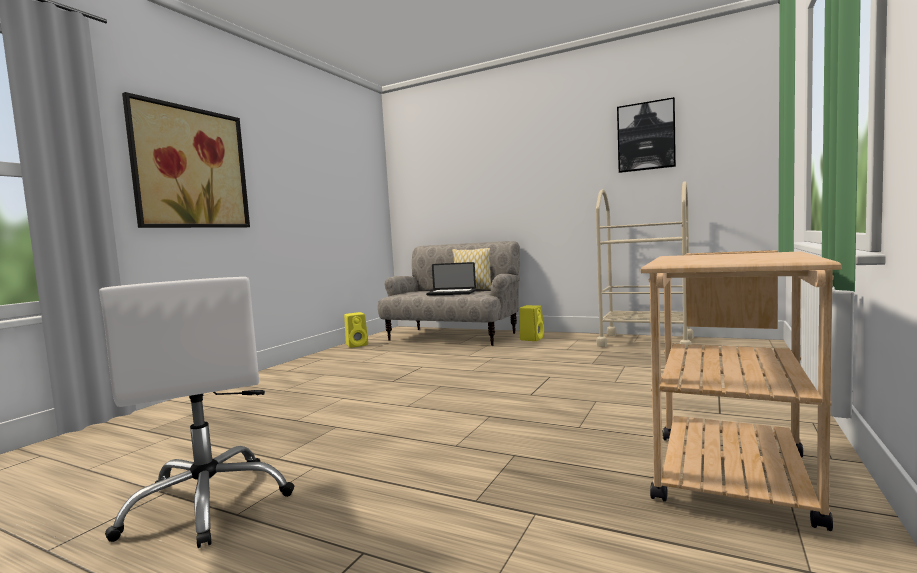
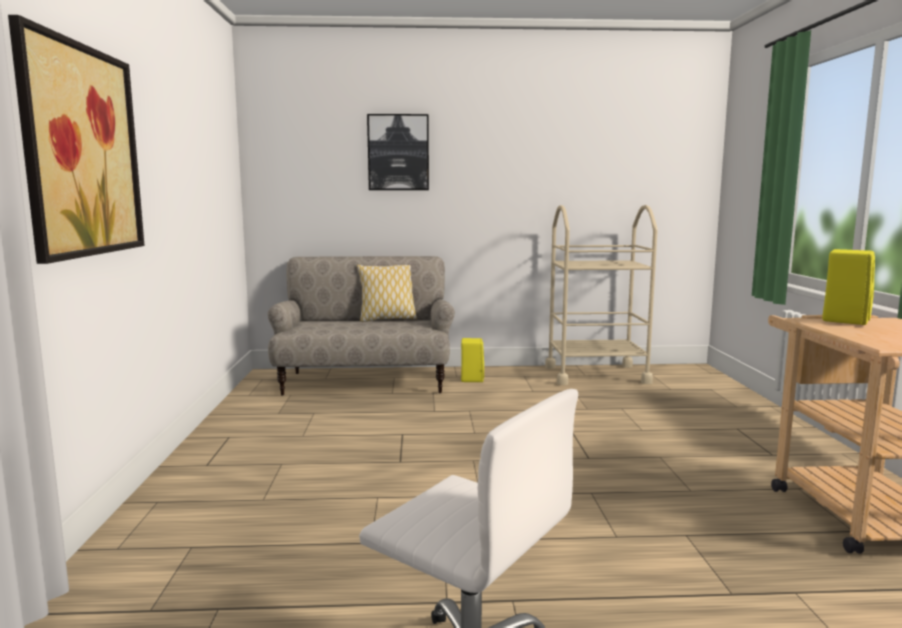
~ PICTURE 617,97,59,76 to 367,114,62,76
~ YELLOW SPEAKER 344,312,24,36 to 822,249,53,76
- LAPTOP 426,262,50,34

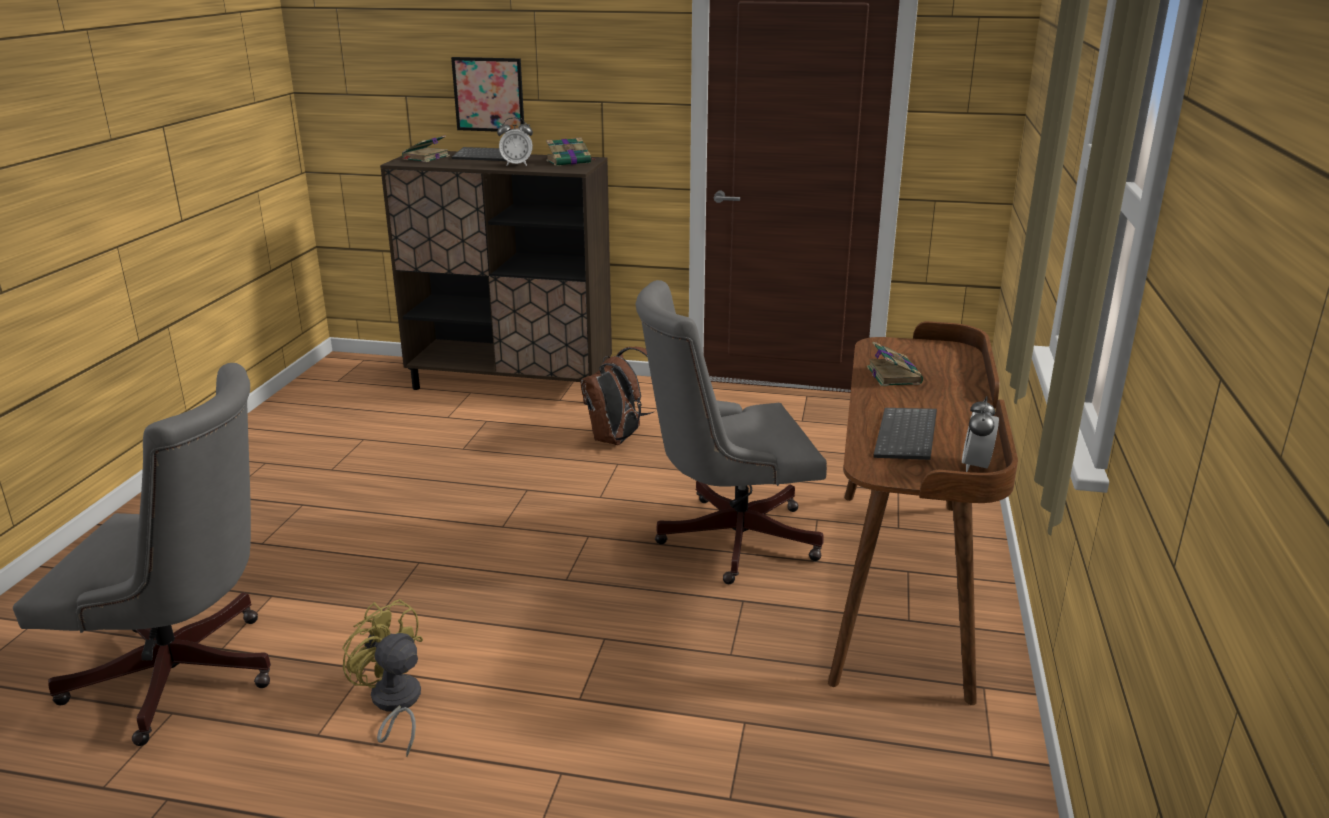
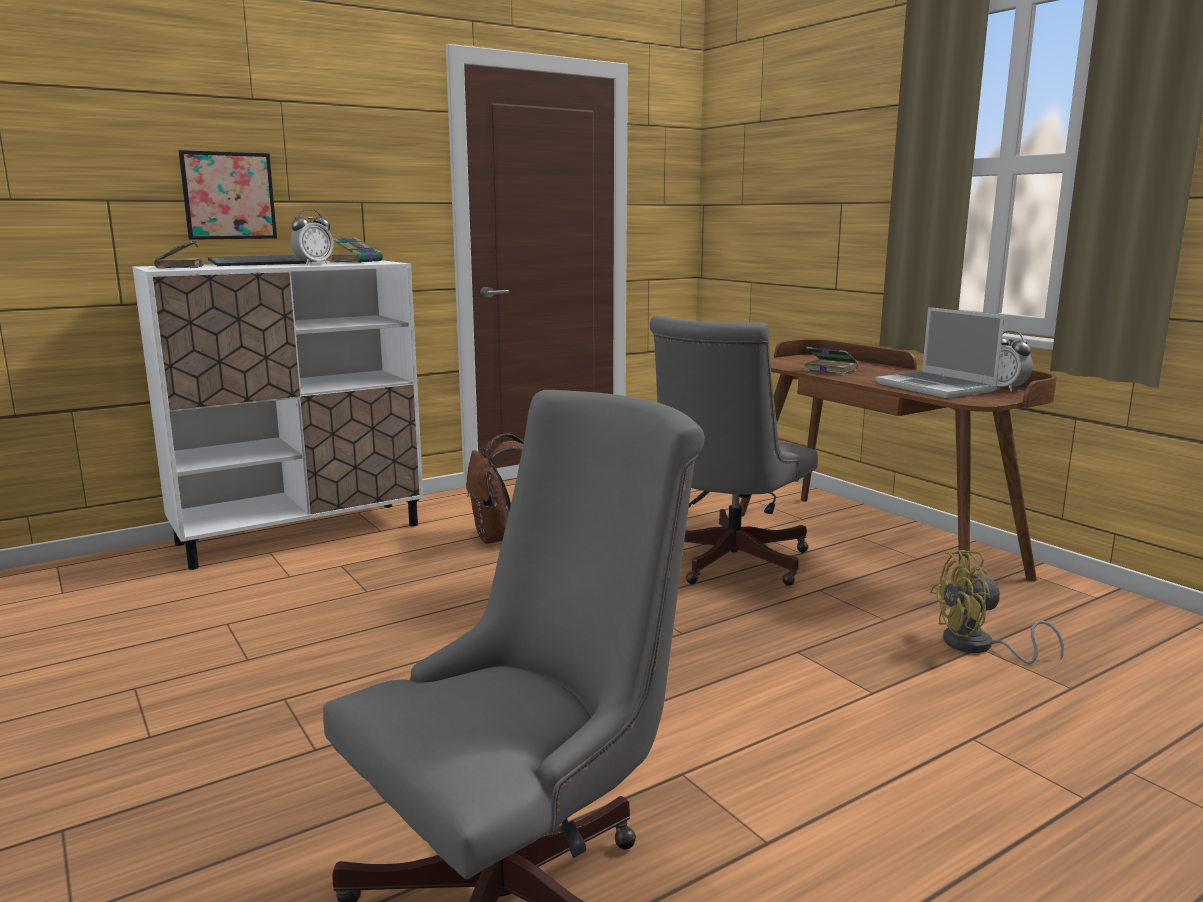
~ BROWN CABINET 380,151,232,254 to WHITE CABINET 132,260,291,310
~ KEYBOARD 874,408,63,52 to LAPTOP 876,307,129,91
~ YELLOW FAN 342,599,81,158 to 930,550,134,114

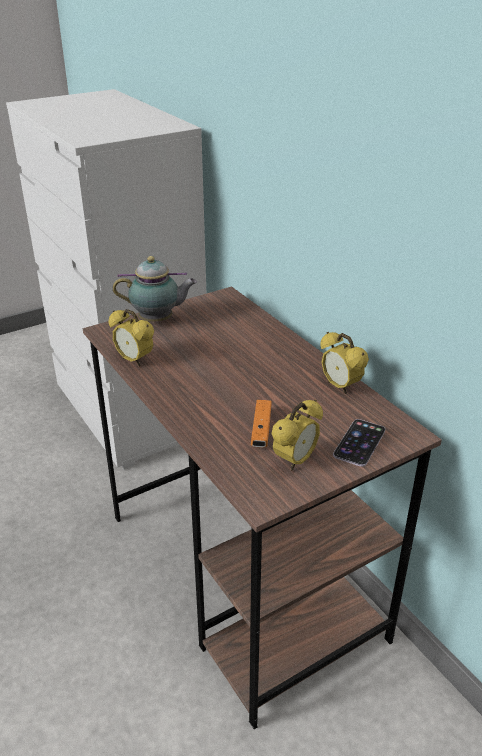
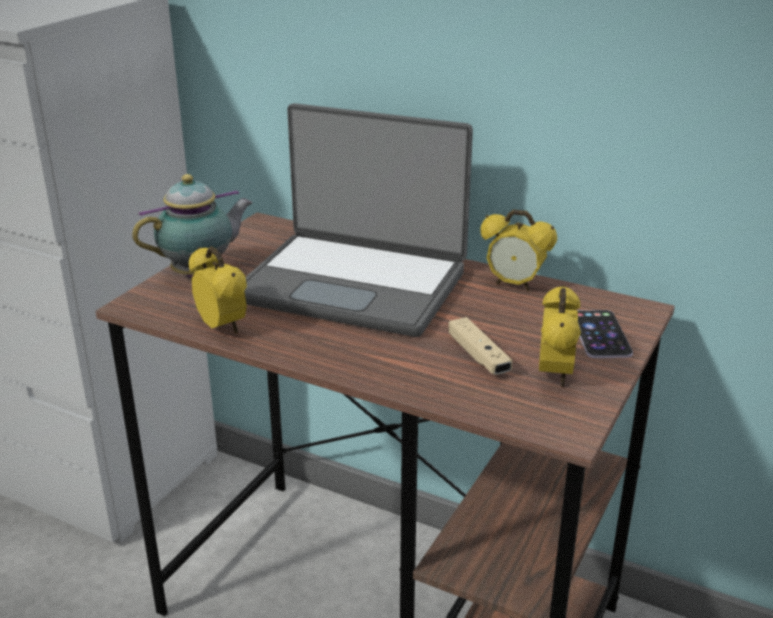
~ ALARM CLOCK 109,309,45,57 = 189,246,58,88 135 degrees counterclockwise
+ LAPTOP 244,103,229,234
~ ORANGE GAME CONTROLLER 251,400,21,47 to BEIGE GAME CONTROLLER 448,317,64,58

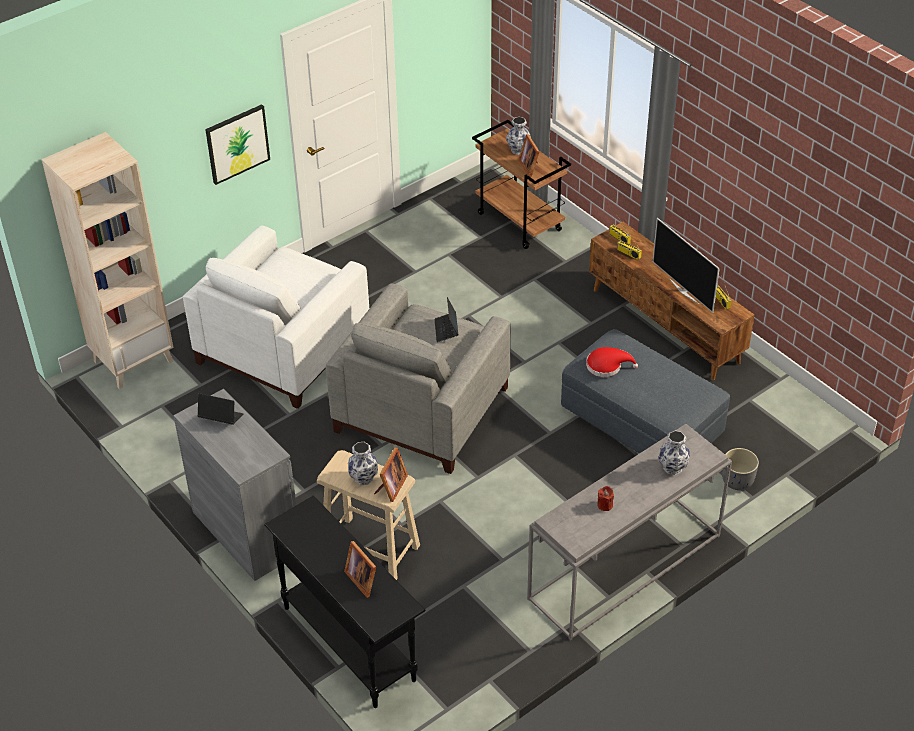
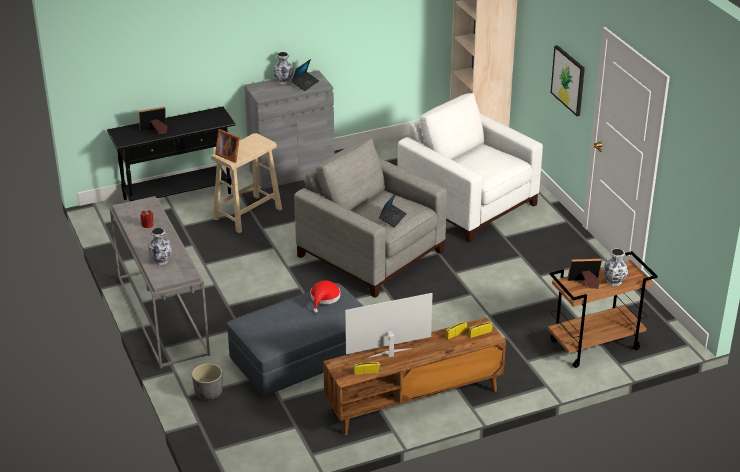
~ VASE 348,442,30,43 to 273,52,21,32
~ LAPTOP 434,297,24,45 = 379,192,28,36 105 degrees clockwise

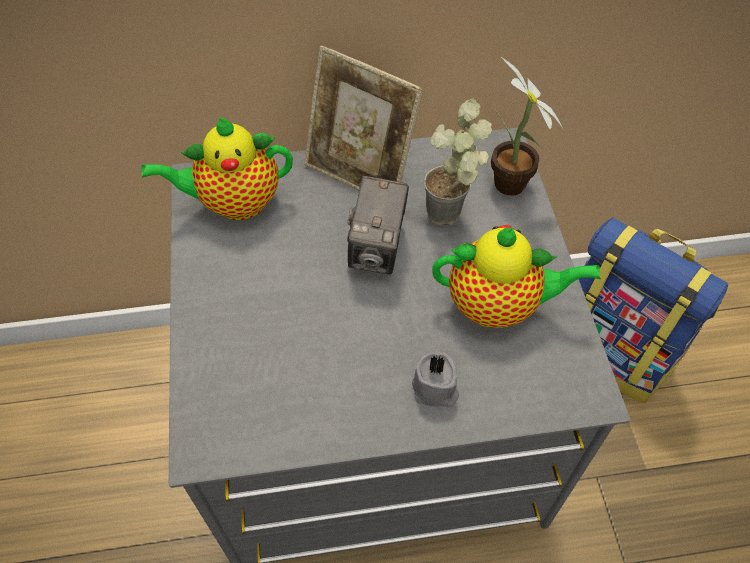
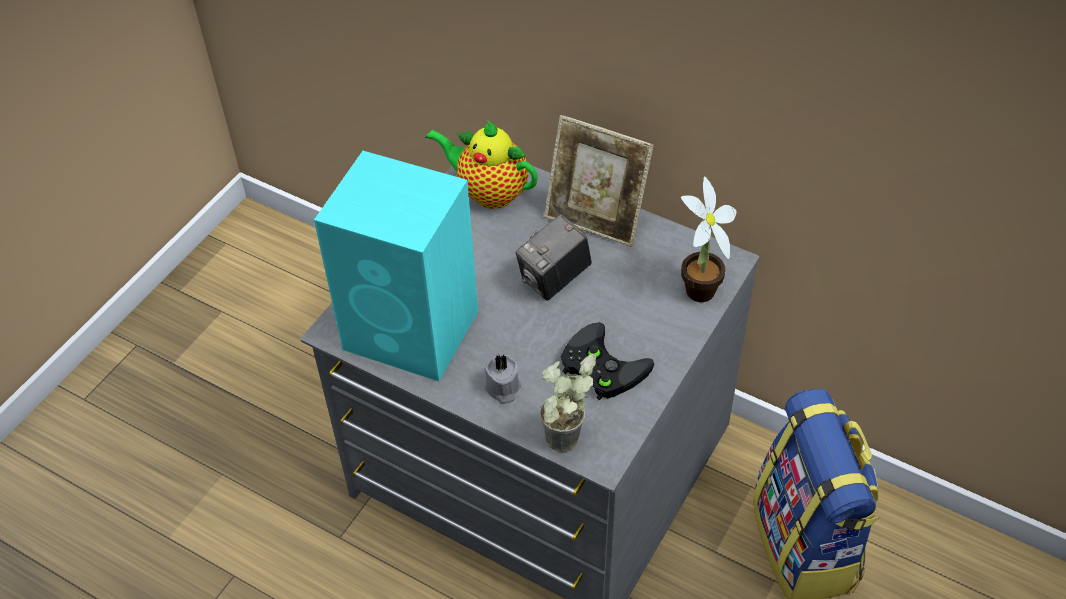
+ TURQUOISE SPEAKER 314,151,164,230
~ POTTED PLANT 424,99,68,127 to 540,354,56,98
~ PICTURE FRAME 304,45,119,145 = 544,115,110,132 45 degrees counterclockwise
~ TEAPOT 432,225,169,103 to BLACK GAME CONTROLLER 561,322,93,78

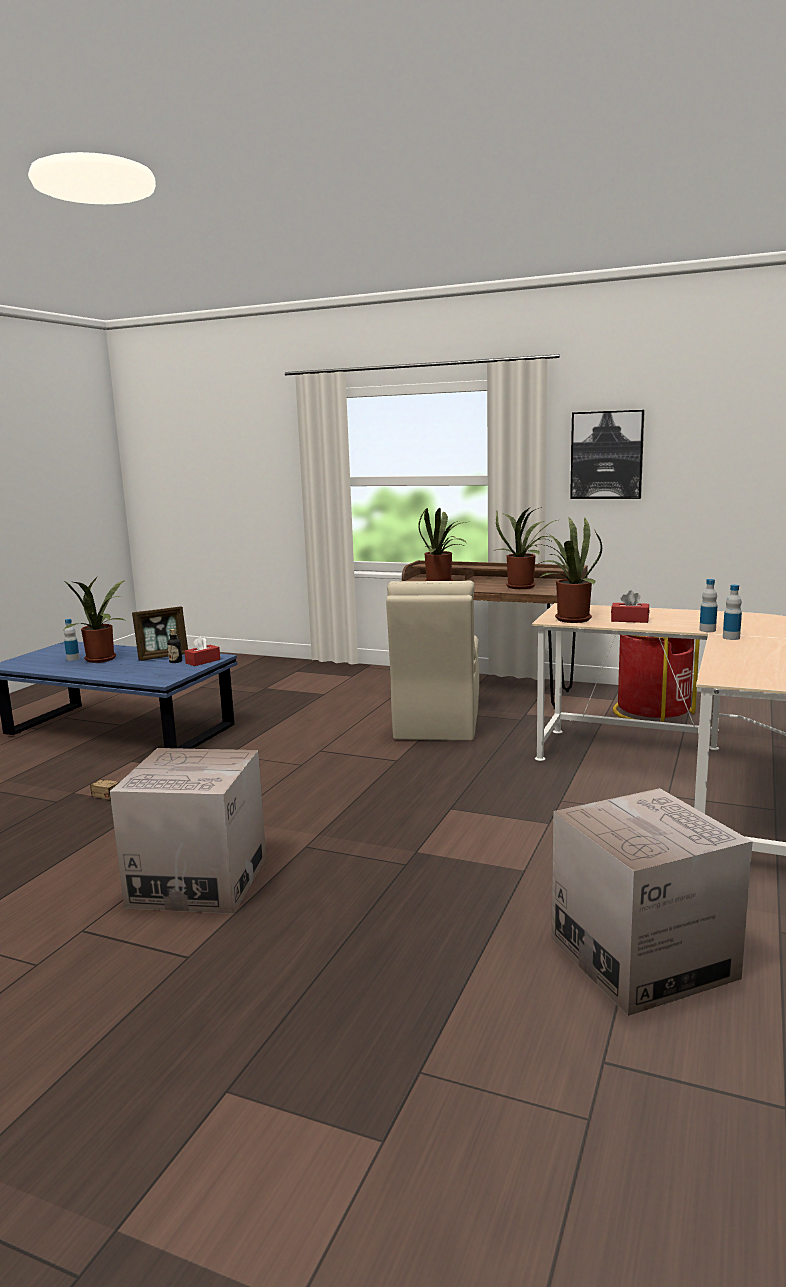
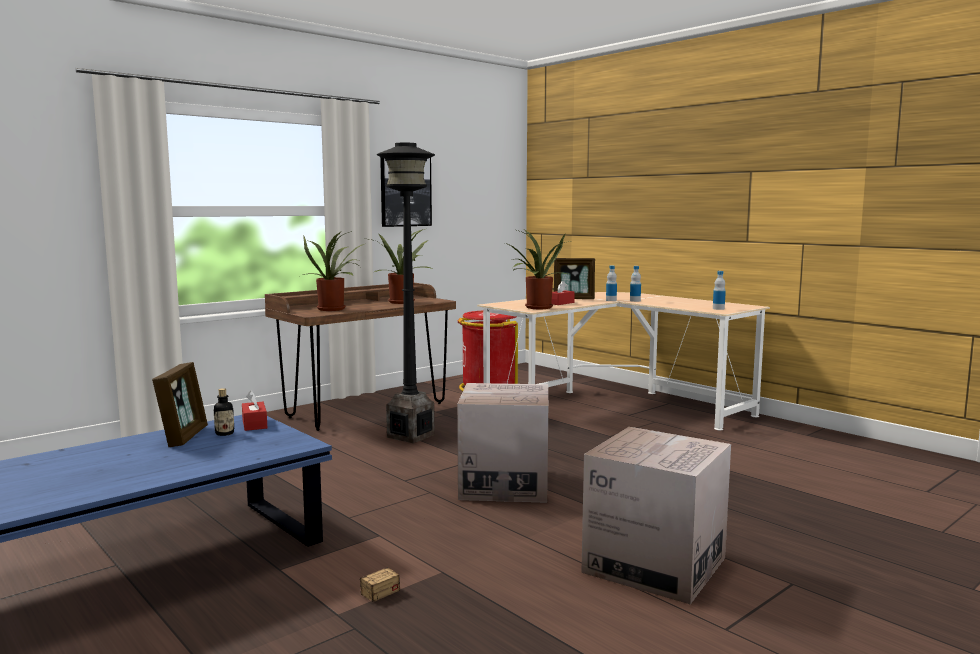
~ BEIGE CHAIR 386,580,93,161 to BLACK FLOOR LAMP 377,143,58,300
~ CARDBOARD BOX 551,788,202,228 to 457,383,91,120
+ PICTURE FRAME 554,258,41,41
~ BOTTLE 64,619,16,42 to 713,271,13,39
- POTTED PLANT 64,577,63,86

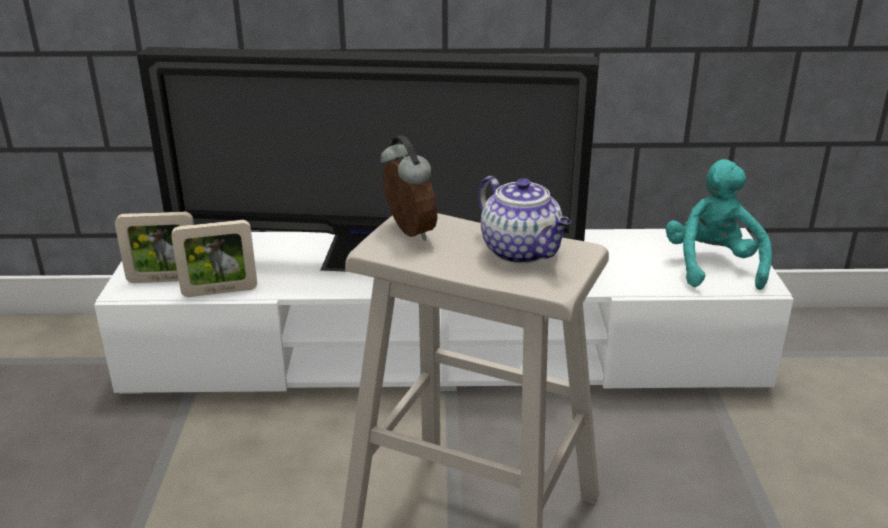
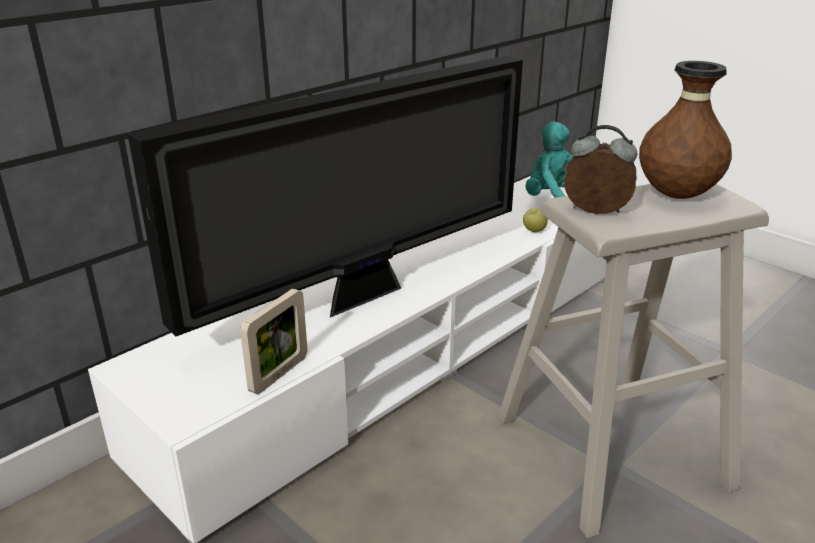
+ APPLE 523,208,25,24
~ TEAPOT 478,176,93,88 to BROWN VASE 639,61,93,138
- PICTURE FRAME 115,212,79,71

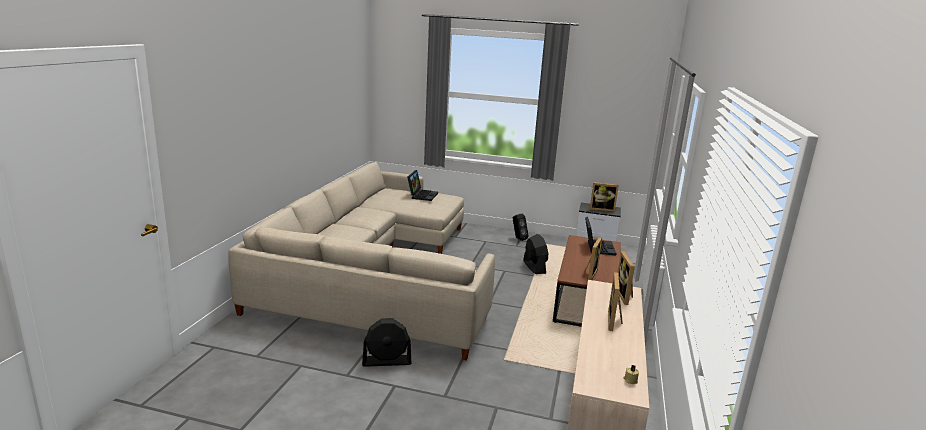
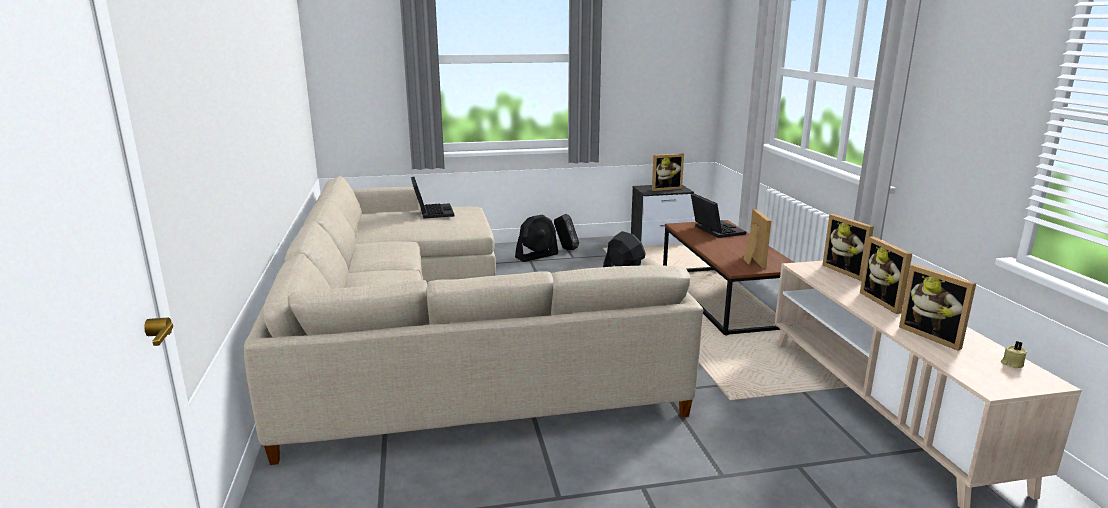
~ BLACK FAN 362,318,50,49 to 515,214,43,48
+ PICTURE FRAME 899,264,77,87

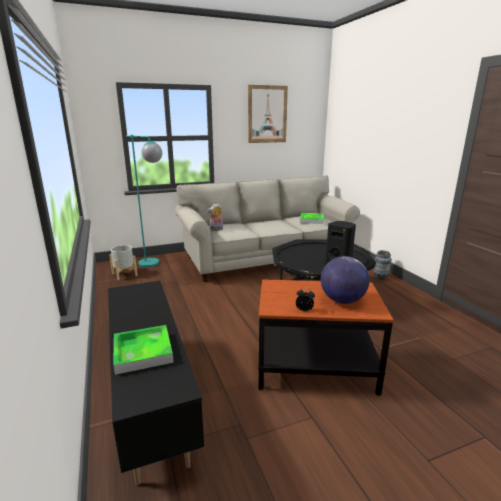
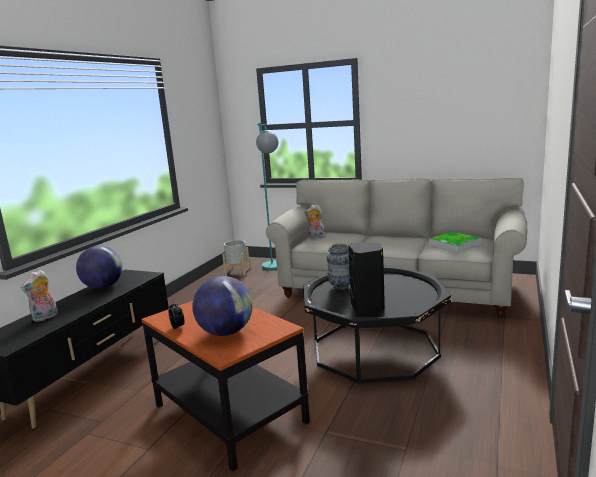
~ TRAY 113,325,61,50 to PLUSH TOY 21,270,37,52
+ GLOBE 76,246,47,43
~ VASE 374,250,18,29 to 327,244,23,46
- PICTURE 248,85,40,58

